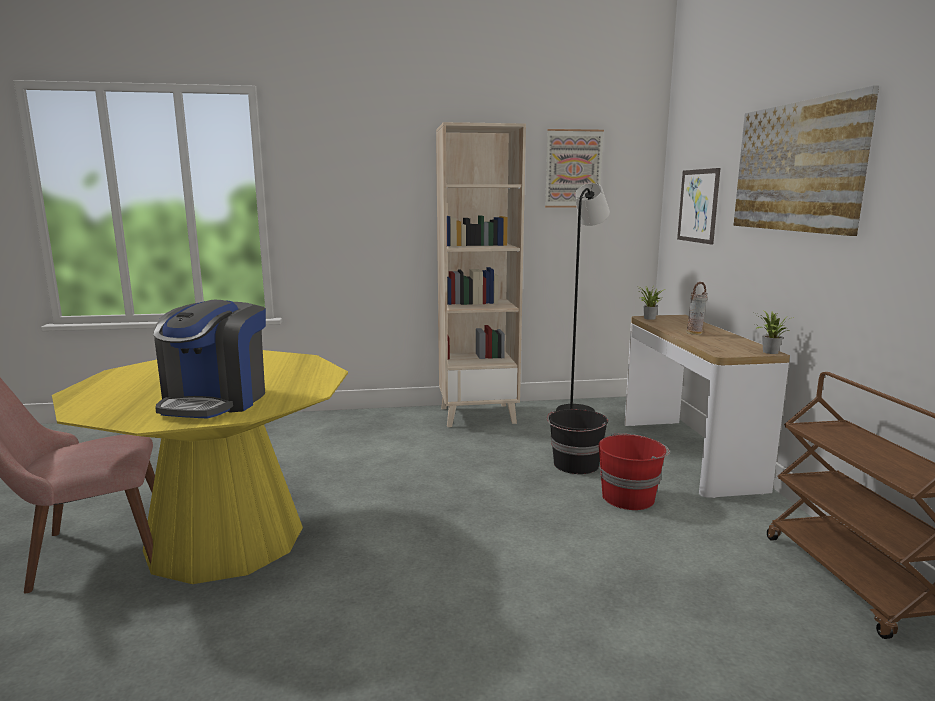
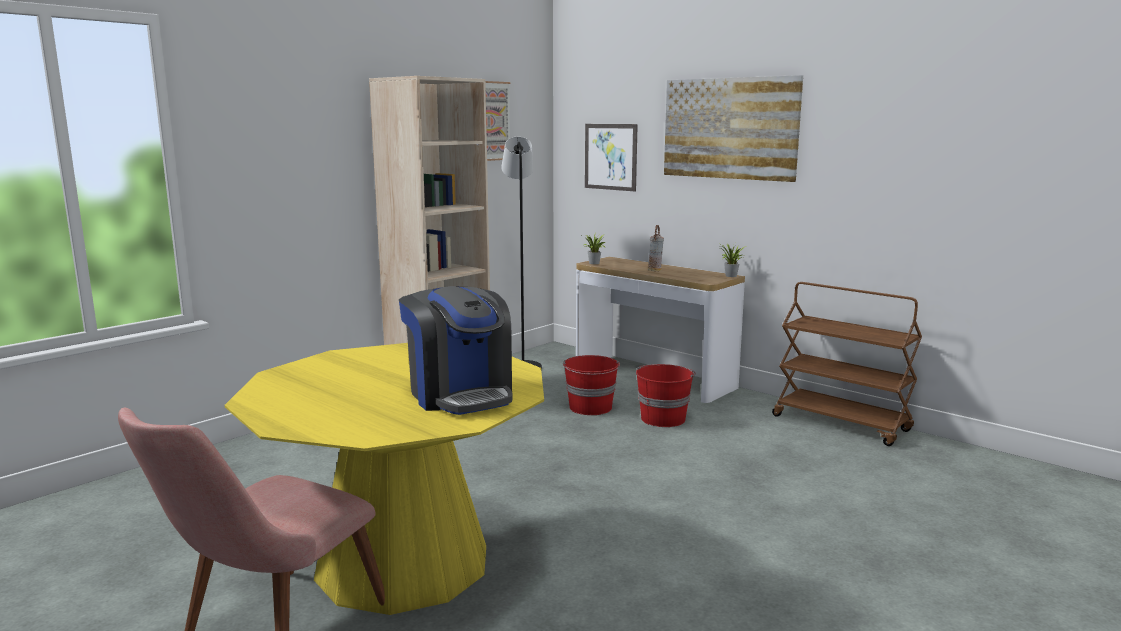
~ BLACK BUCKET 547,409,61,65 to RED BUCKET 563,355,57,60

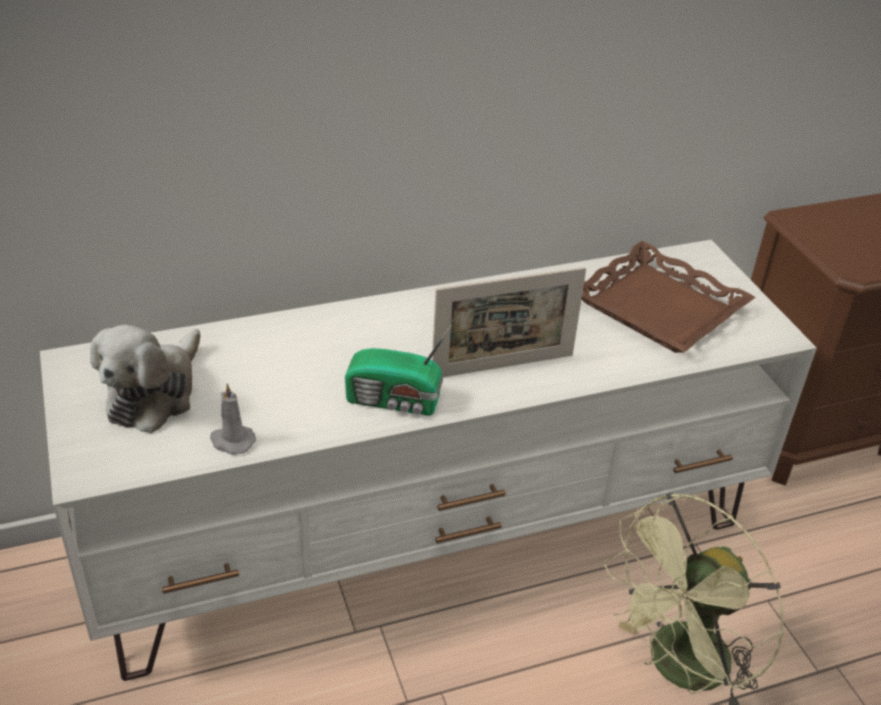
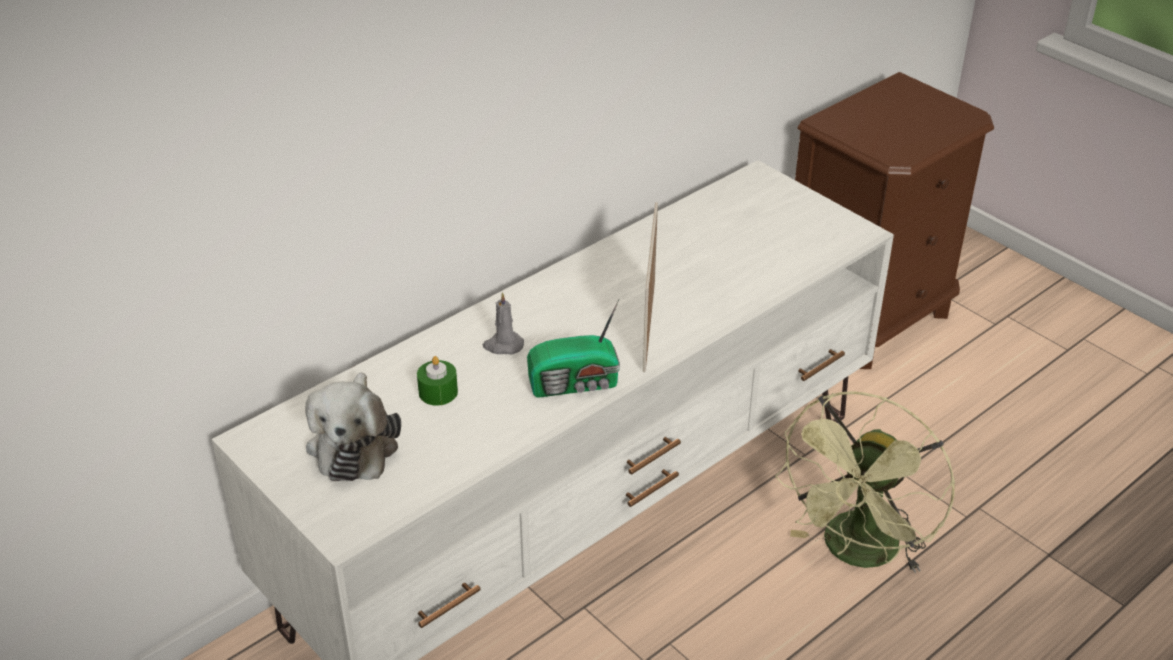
+ GREEN CANDLE 417,356,41,50
~ GREY CANDLE 210,383,46,72 to 483,292,41,62
~ PICTURE FRAME 432,267,154,110 = 643,202,15,170 135 degrees clockwise
- BROWN TRAY 582,241,174,112

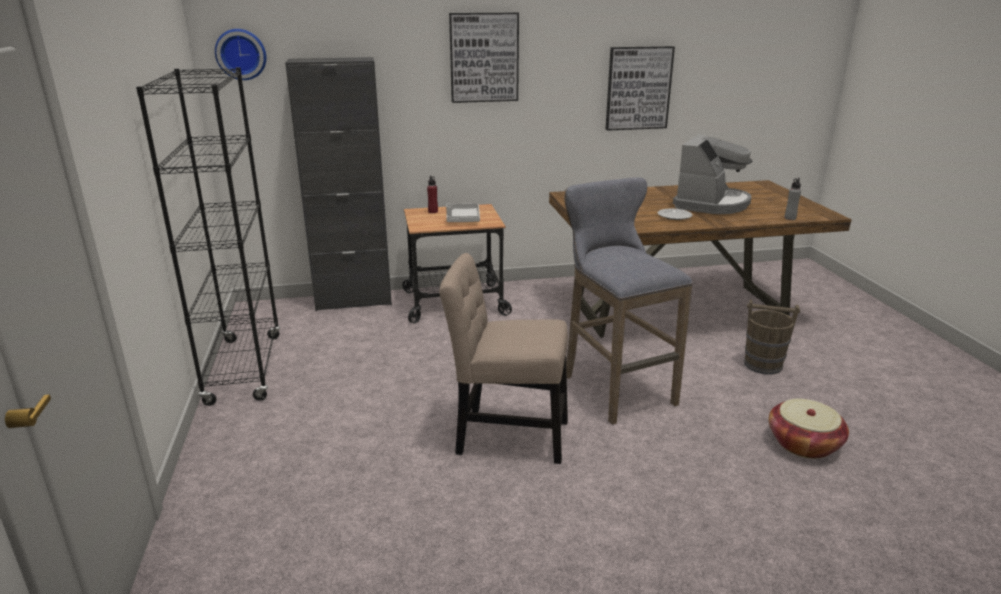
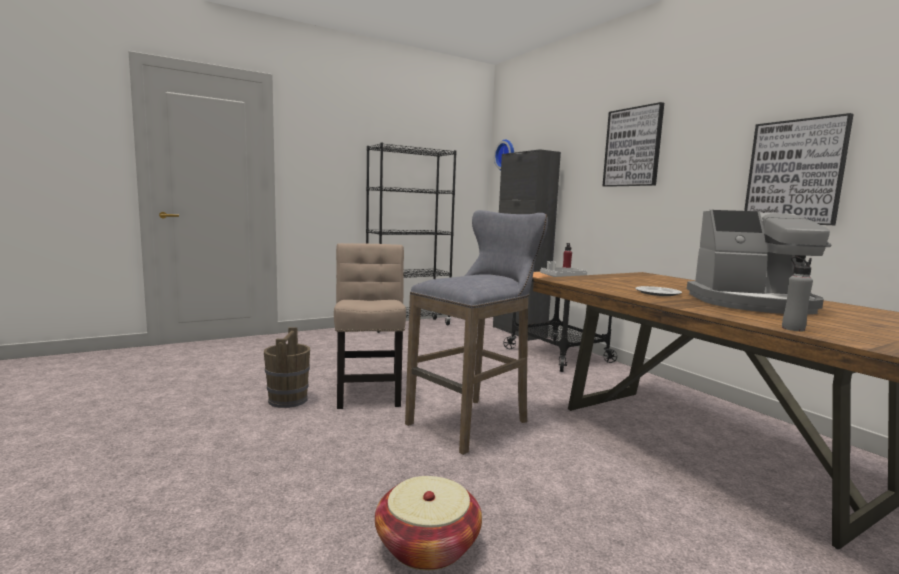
~ BROWN BUCKET 744,299,56,76 to 264,327,46,81

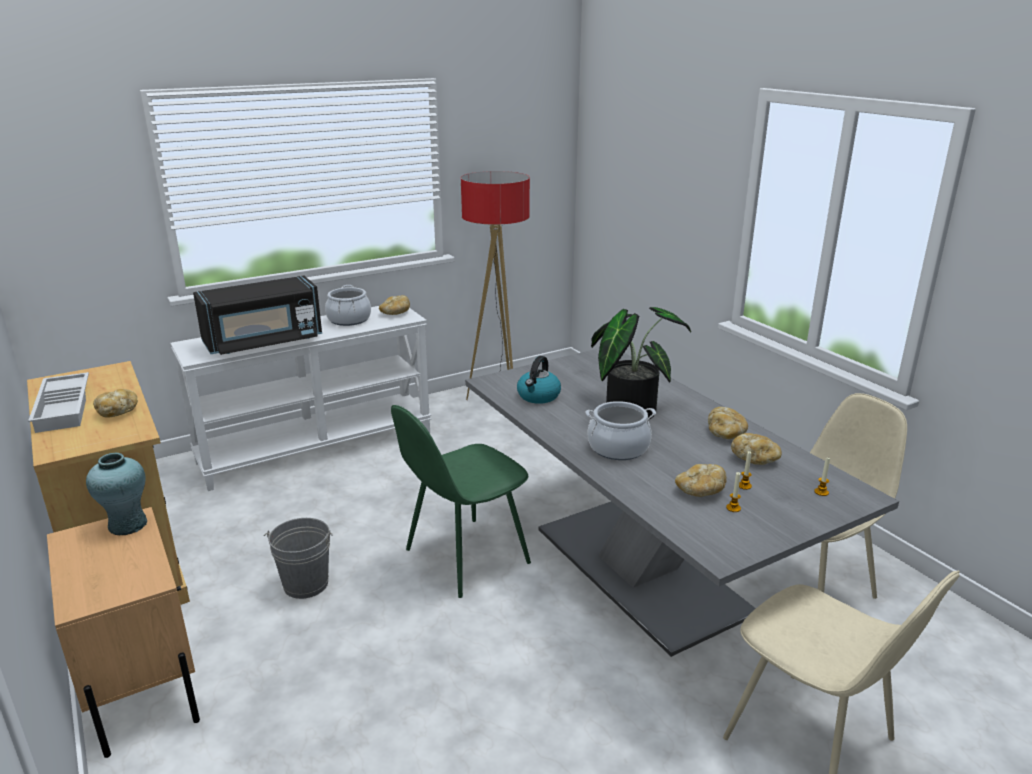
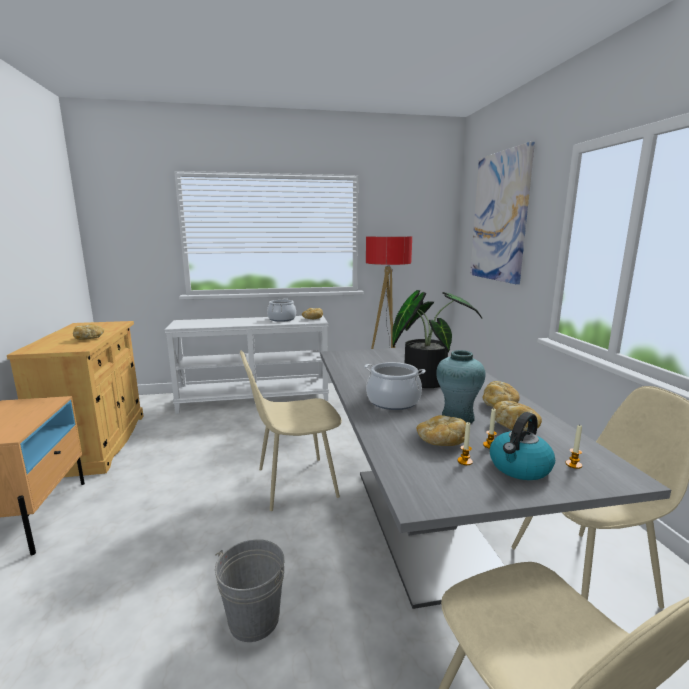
~ GREY BUCKET 264,518,69,81 to 215,539,69,103
~ GREEN CHAIR 391,405,140,193 to BEIGE CHAIR 240,350,102,161
~ TURQUOISE VASE 86,453,61,82 to 436,350,49,74
+ PICTURE 470,141,65,143
~ KETTLE 517,356,44,48 to 490,412,65,68
- WHITE TRAY 28,372,61,61
- BLACK MICROWAVE 193,275,129,80

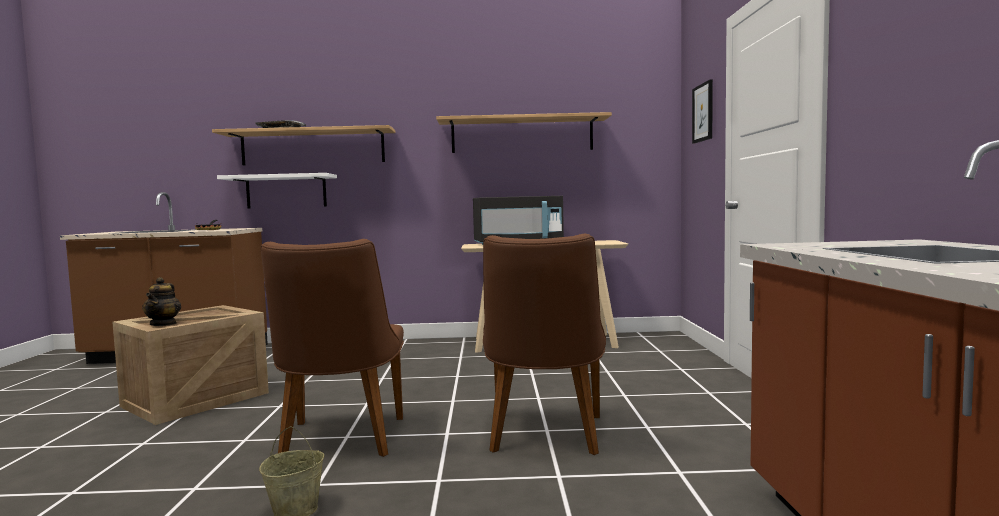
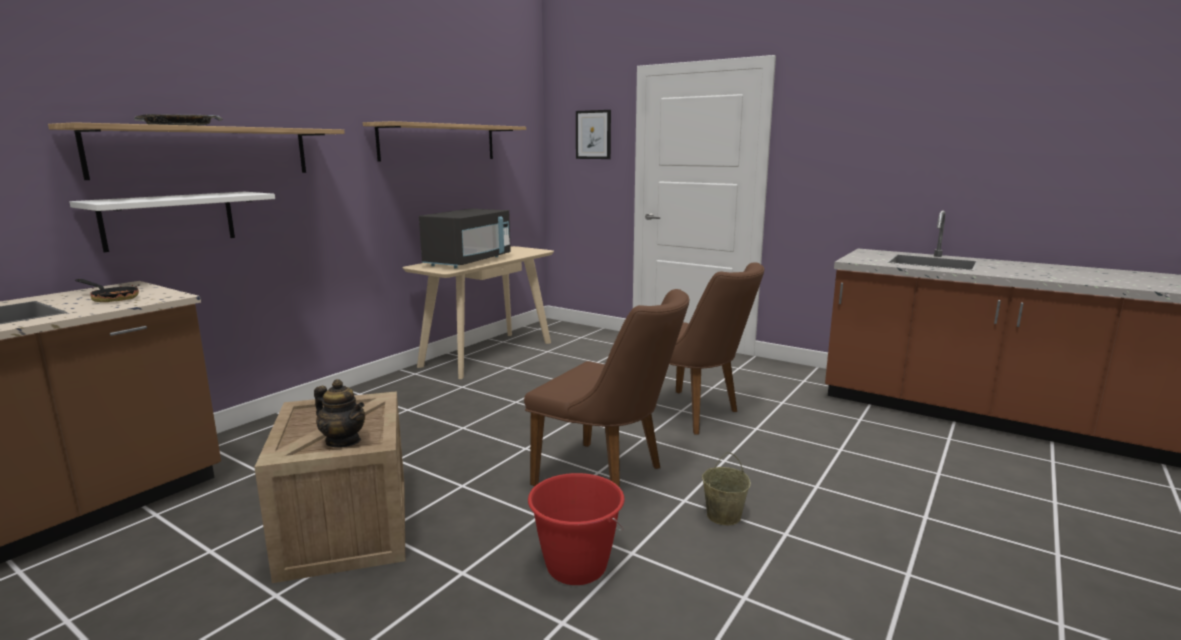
+ RED BUCKET 528,473,97,112

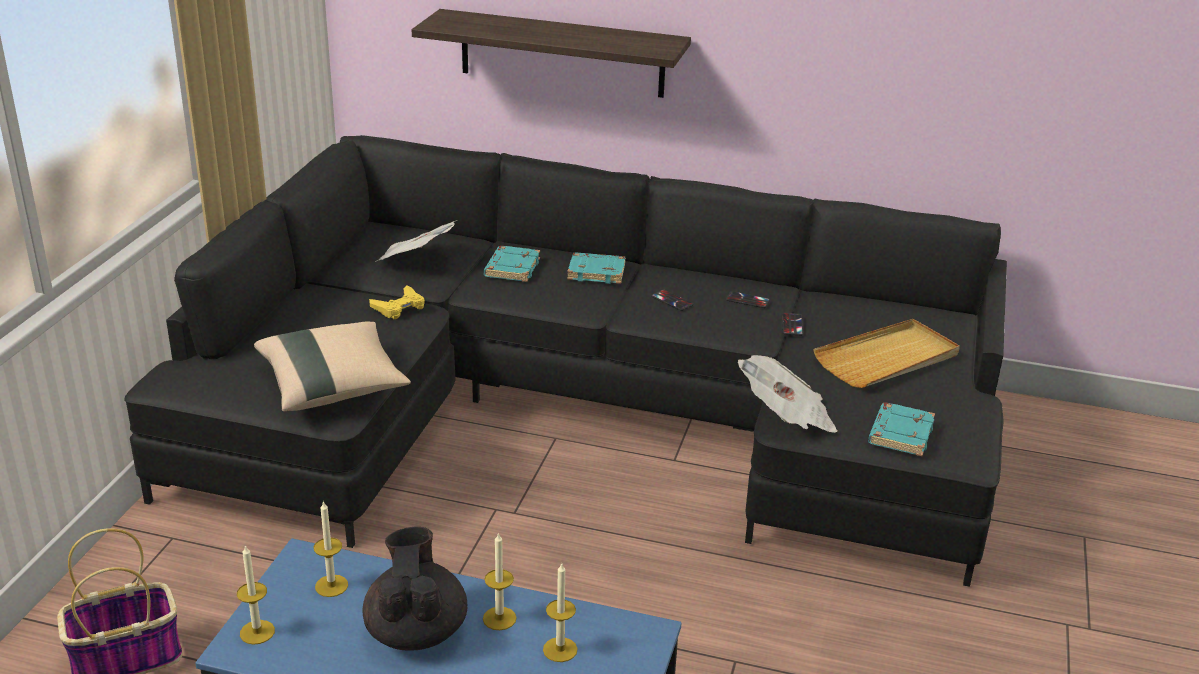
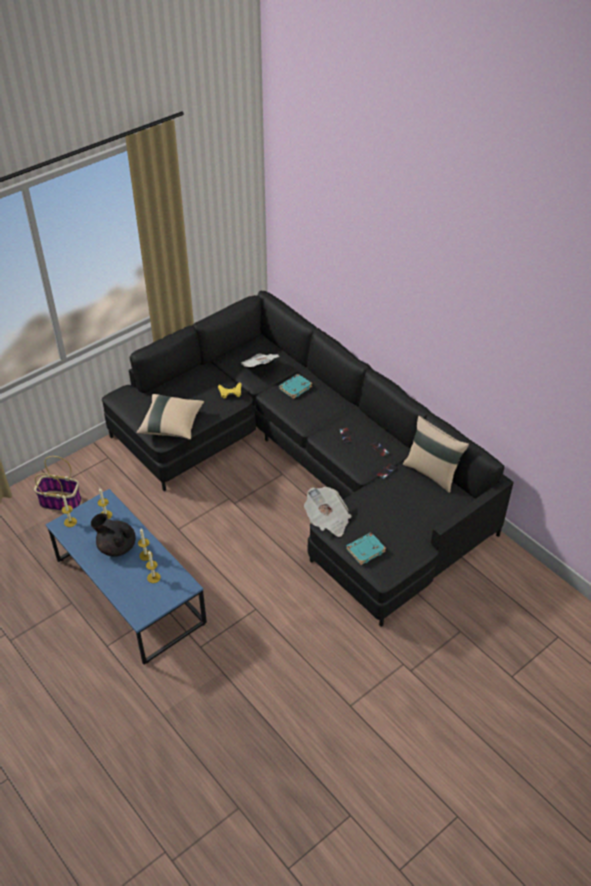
~ BLACK TEAPOT 362,527,105,123 = 91,513,45,44 90 degrees counterclockwise
+ BEIGE PILLOW 403,416,66,77
- SHELF 412,9,279,89
- TURQUOISE BOOK 567,252,59,32
- BEIGE TRAY 813,319,147,69

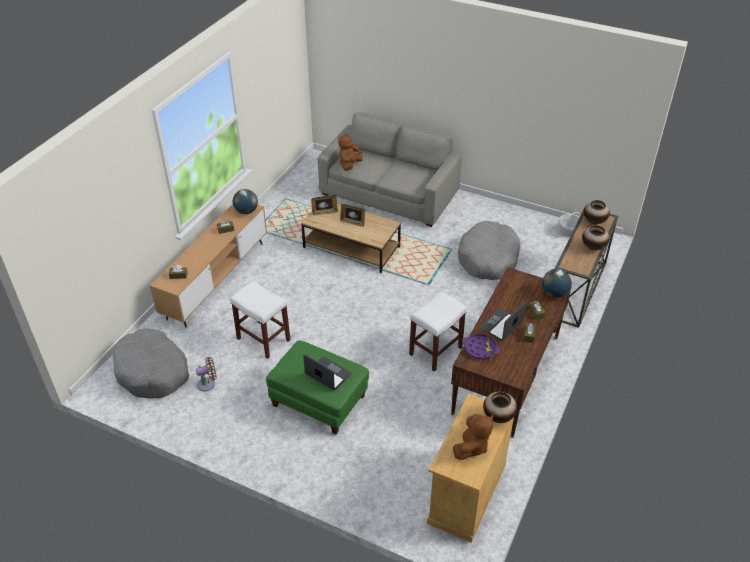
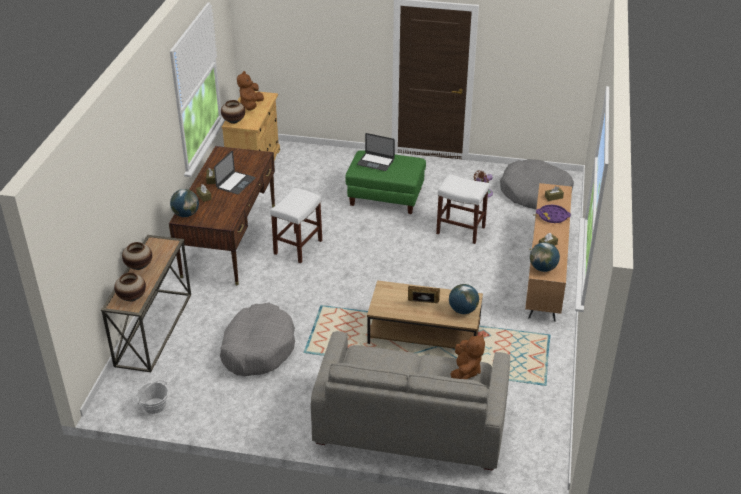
~ PICTURE FRAME 311,195,27,21 to GLOBE 449,284,30,30
~ PURPLE TRAY 462,334,38,25 to 536,205,35,18

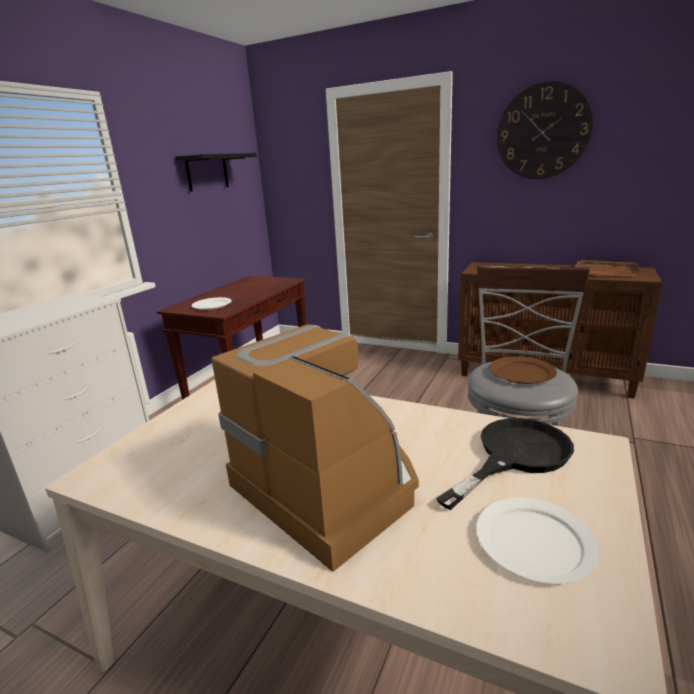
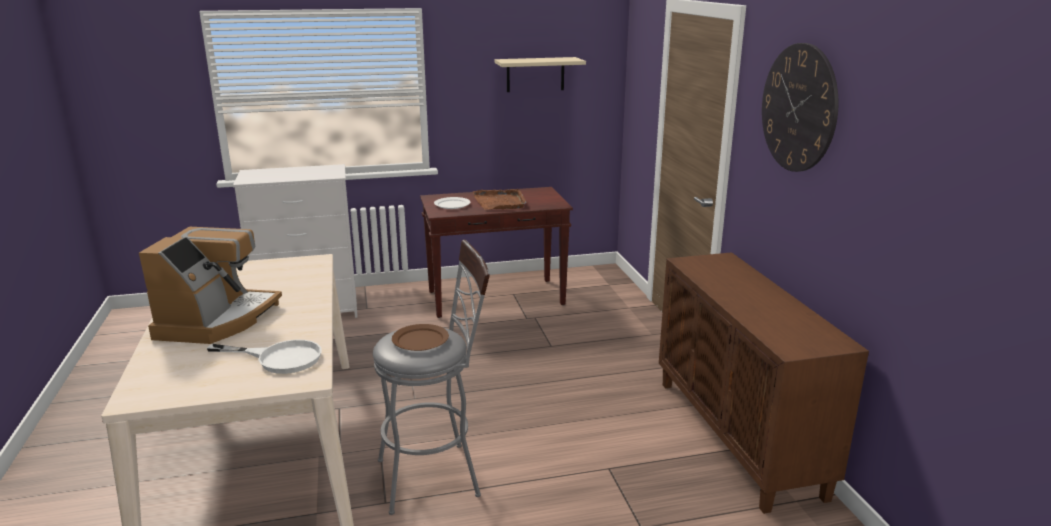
~ BLACK FRYING PAN 436,418,138,92 to WHITE FRYING PAN 207,340,115,34
~ BROWN TRAY 575,259,63,18 to 473,189,53,21
~ BLACK SHELF 175,153,82,38 to BEIGE SHELF 495,57,91,35
- WHITE PLATE 476,498,122,86

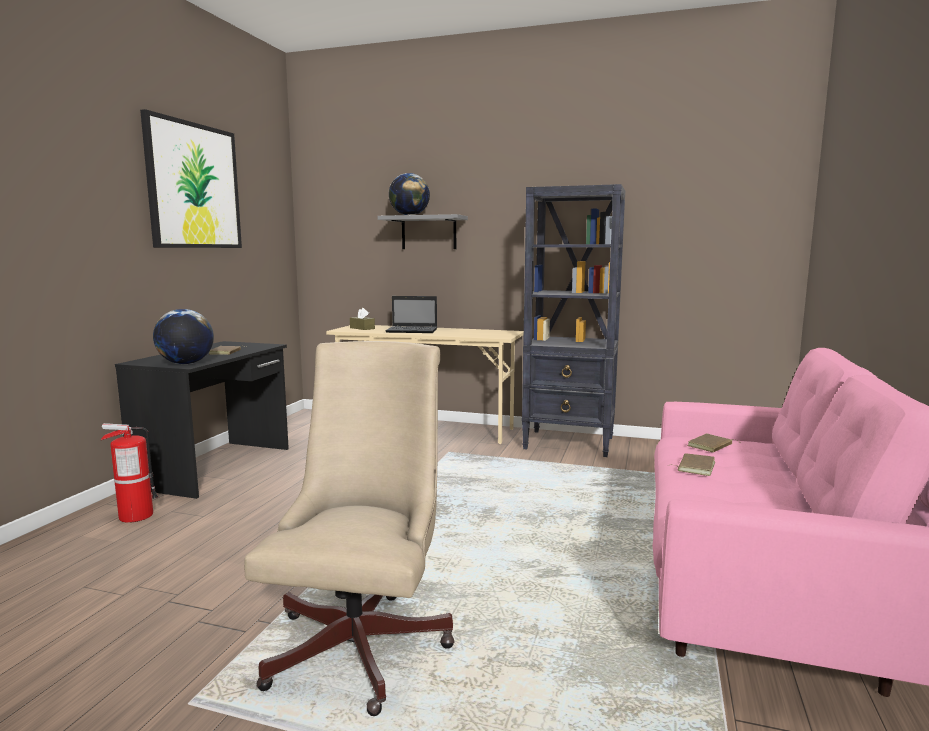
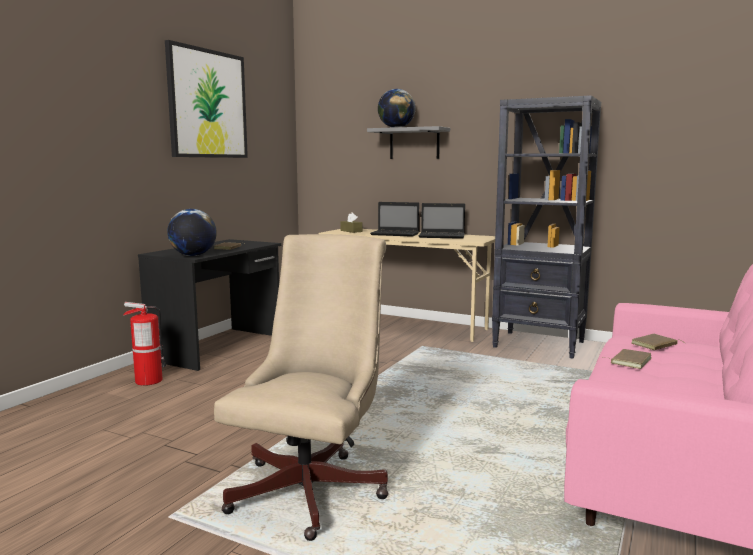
+ LAPTOP 419,203,46,36

